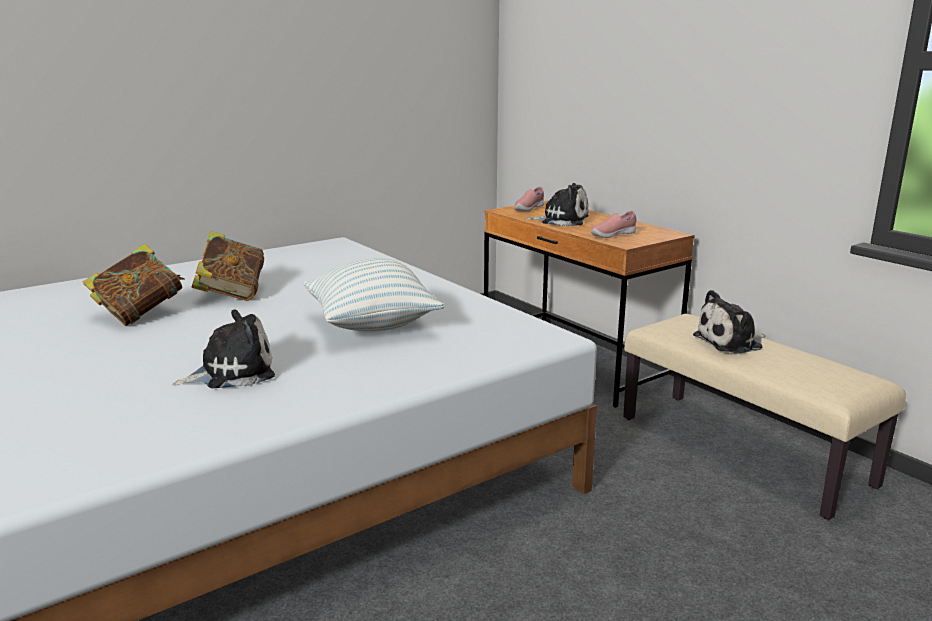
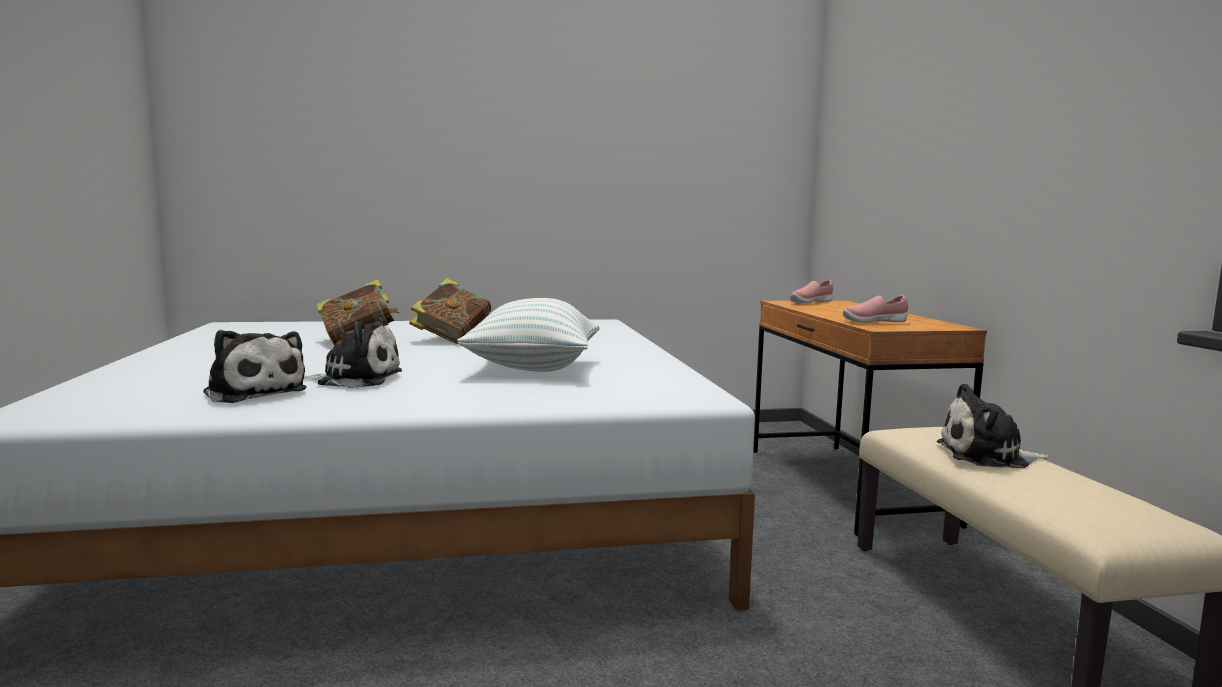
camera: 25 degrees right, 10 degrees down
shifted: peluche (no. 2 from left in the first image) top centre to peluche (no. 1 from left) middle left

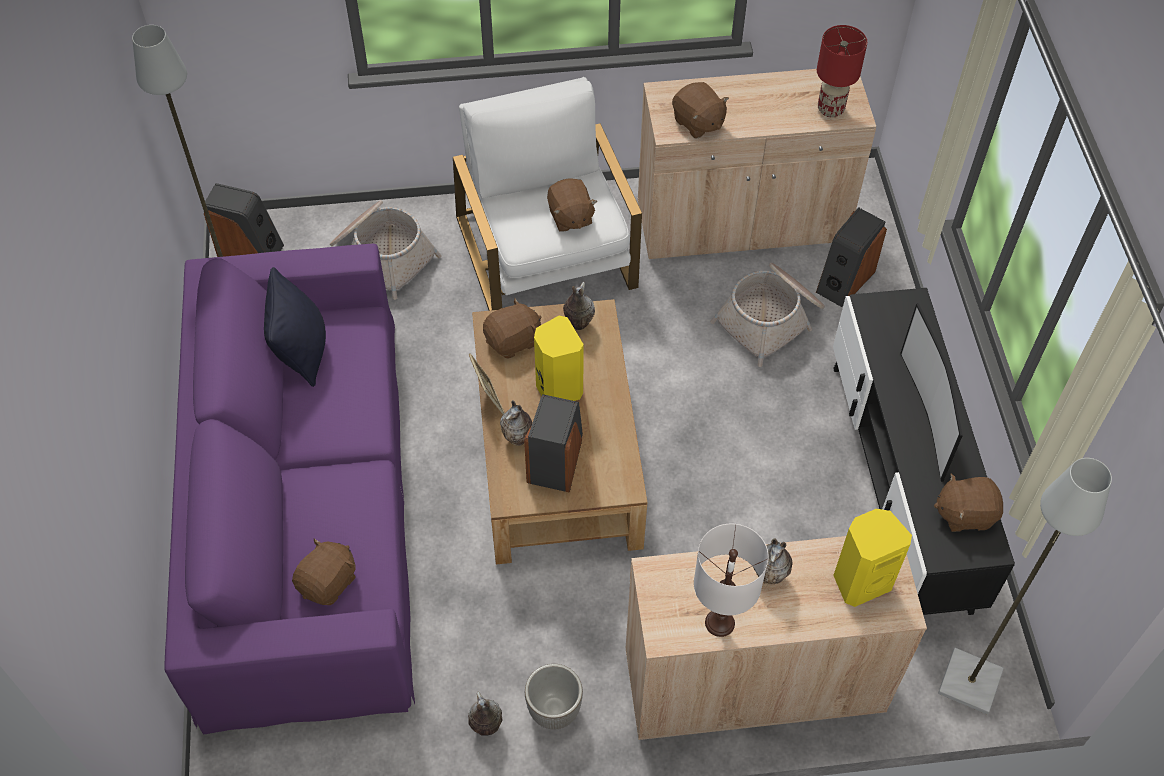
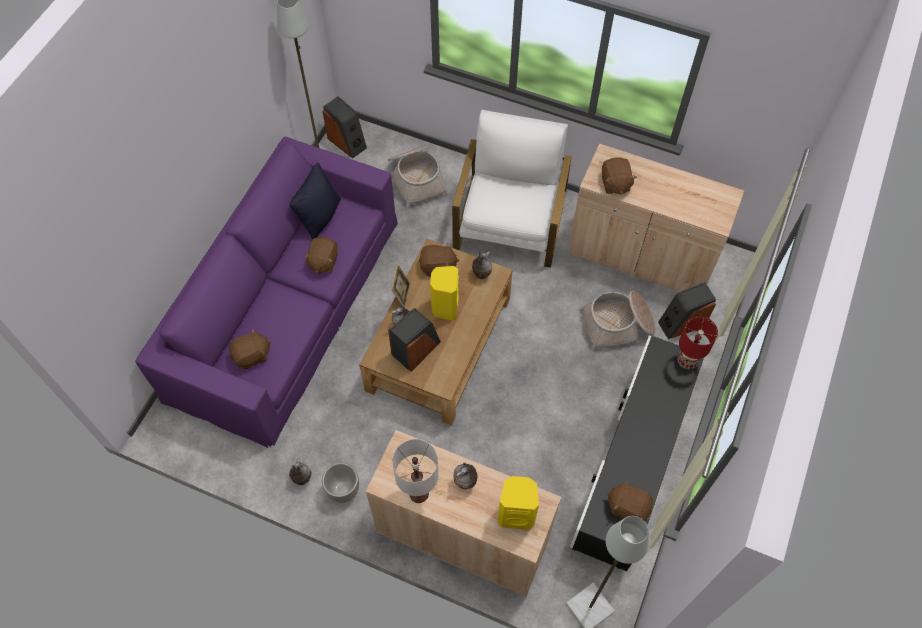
camera: 30 degrees right, 5 degrees up
gone: televisor middle right
shifted: lámpara de mesa [rojo] top right to middle right; peluche [marrón] (no. 3 from left in the first image) top centre to peluche [marrón] (no. 2 from left) centre

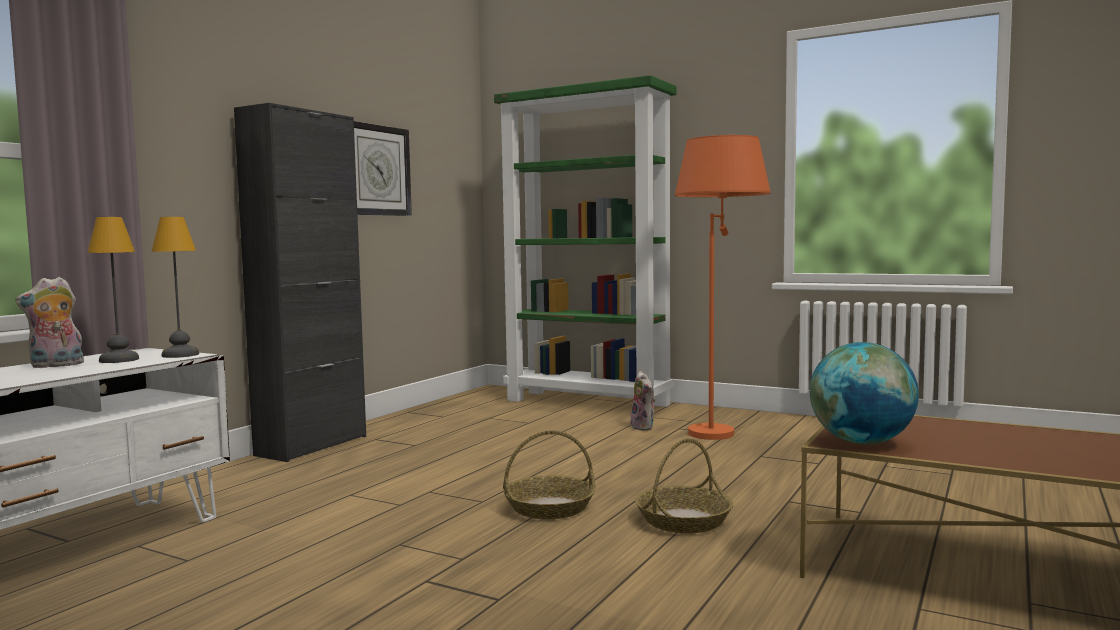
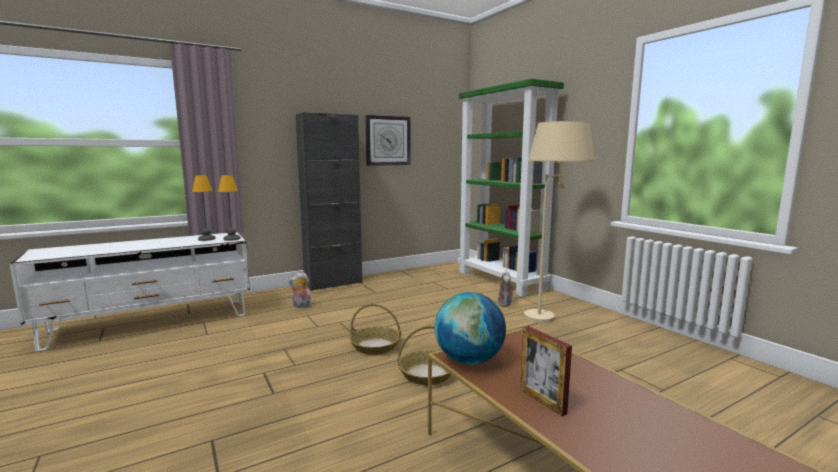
camera: 30 degrees right, 5 degrees up
new: portarretratos bottom centre
shifted: peluche (no. 1 from left) middle left to centre
repainted: lámpara de pie [naranja] centre to lámpara de pie [beis] middle right

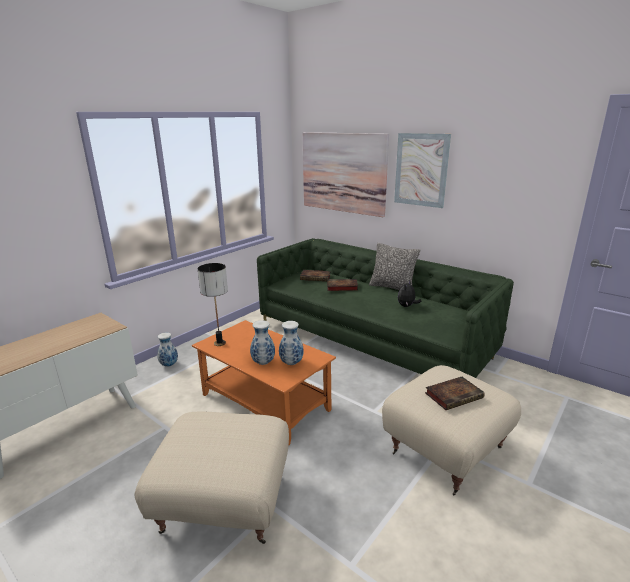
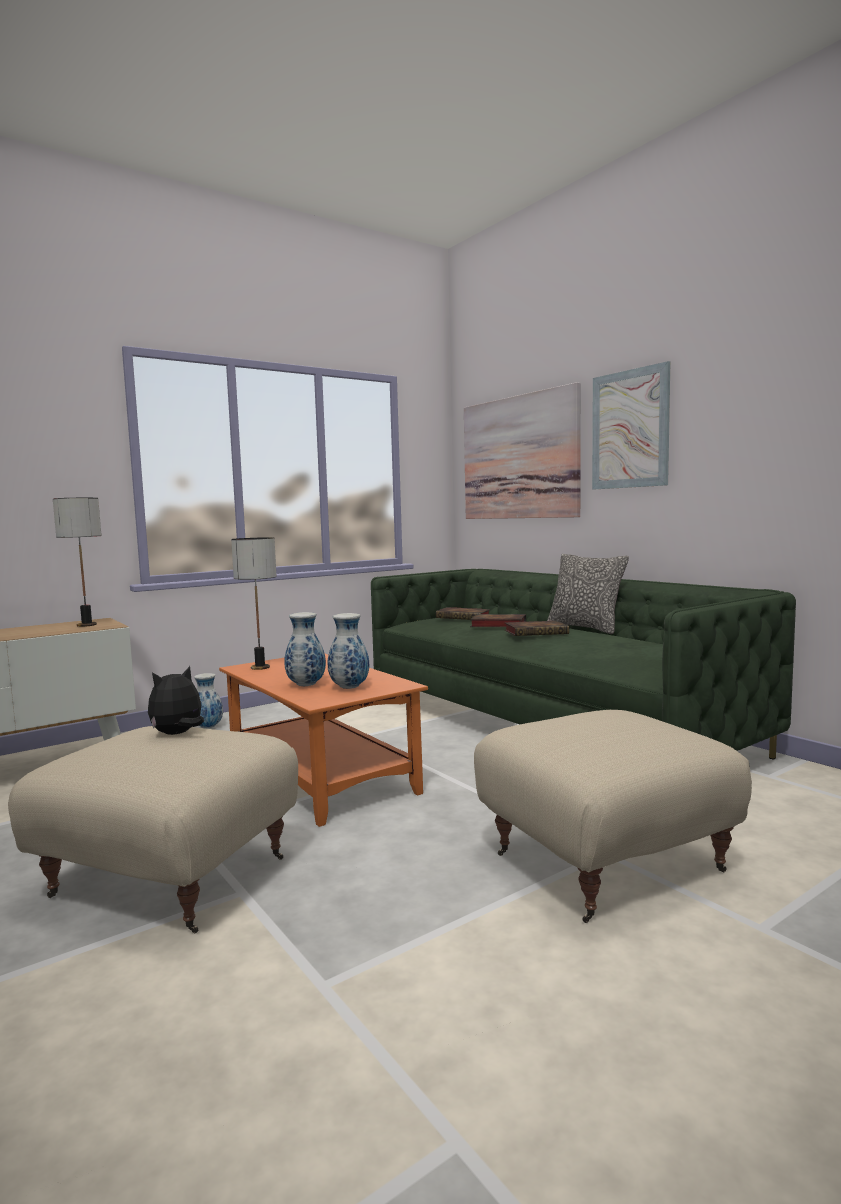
camera: 15 degrees right, 15 degrees down
new: lámpara de mesa (no. 1 from left) middle left
shifted: peluche centre to middle left; libro (no. 3 from left) bottom right to centre

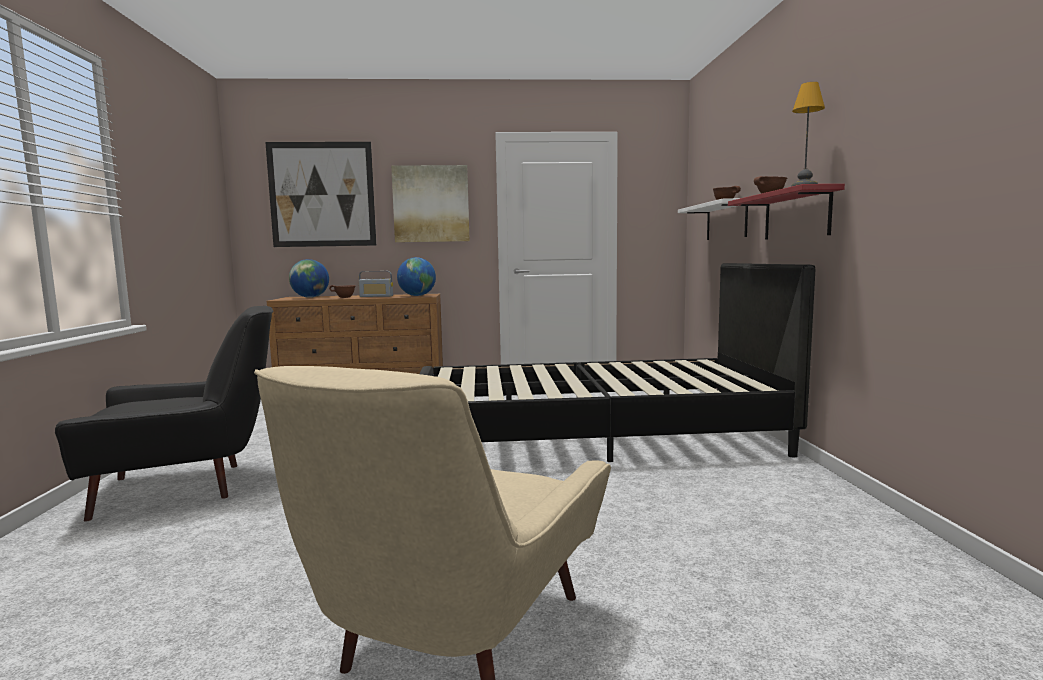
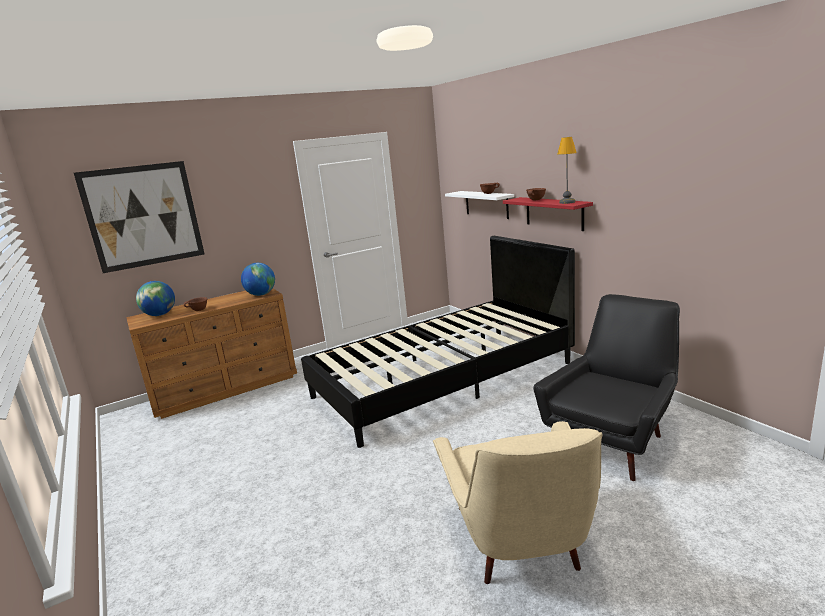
camera: 25 degrees left, 10 degrees up
gone: cuadro (no. 2 from left) top centre; radio centre
shifted: sillón [negro] middle left to middle right

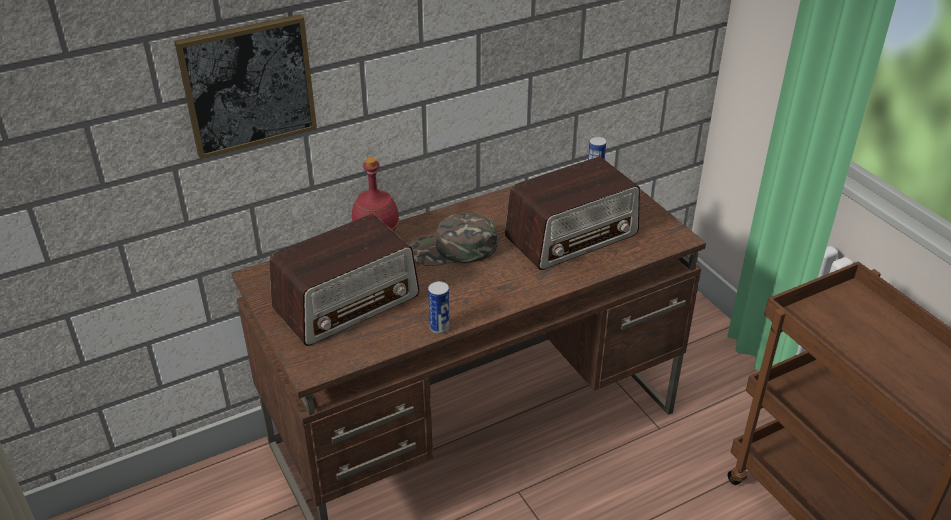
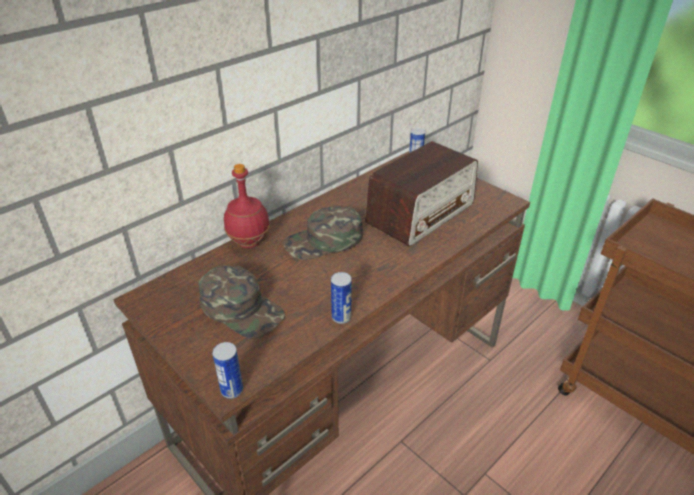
camera: 15 degrees left, 0 degrees up
gone: cuadro top left
new: lata (no. 1 from left) bottom left
swapped: radio (no. 1 from left) centre to gorra [verde] (no. 1 from left) centre

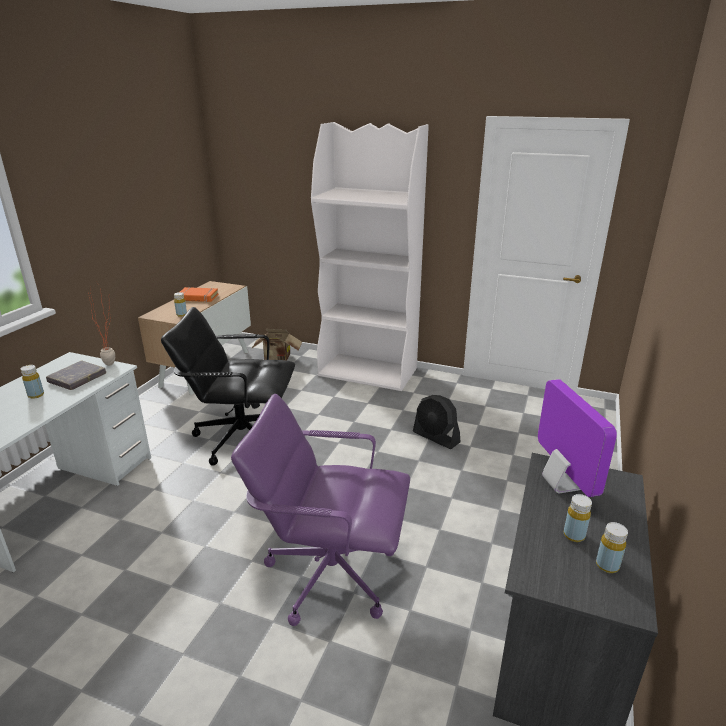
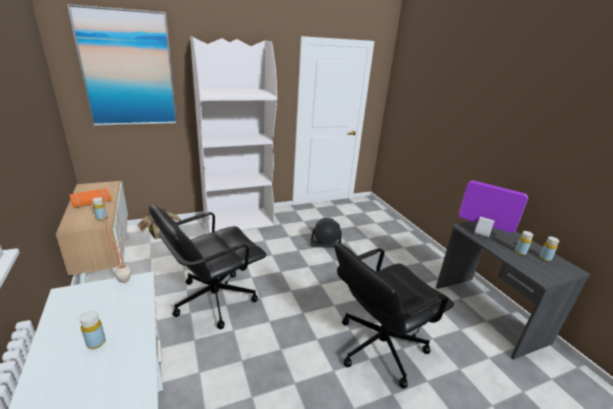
camera: 45 degrees left, 0 degrees up
gone: libro [gris] middle left
new: cuadro top left
repainted: silla de oficina [morado] bottom centre to silla de oficina [negro] (no. 2 from left) bottom centre

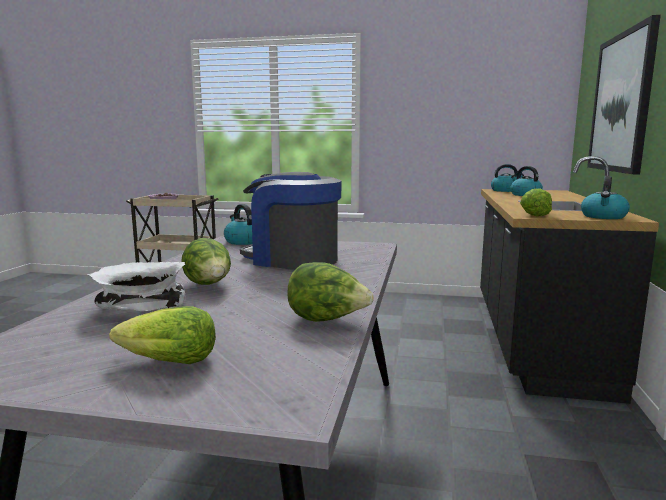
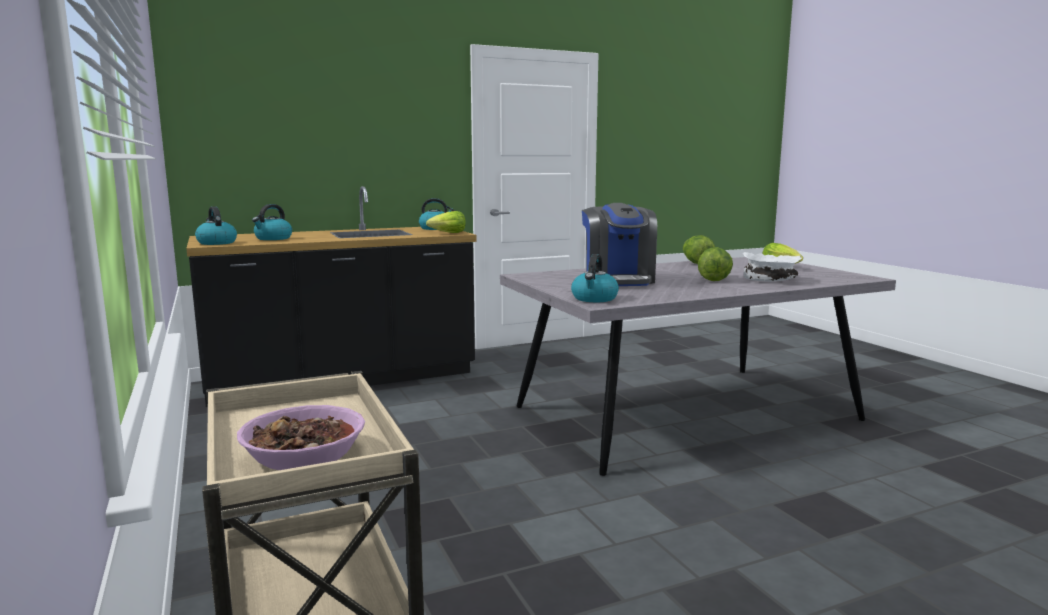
camera: 125 degrees left, 0 degrees up
gone: cuadro top right

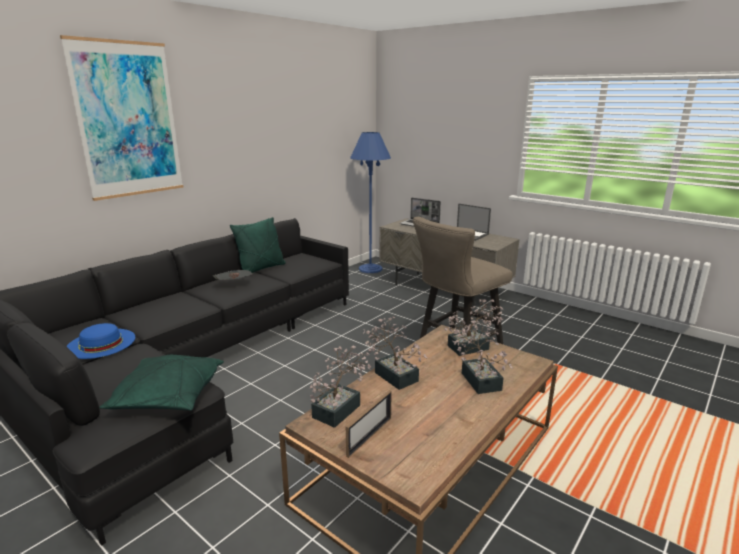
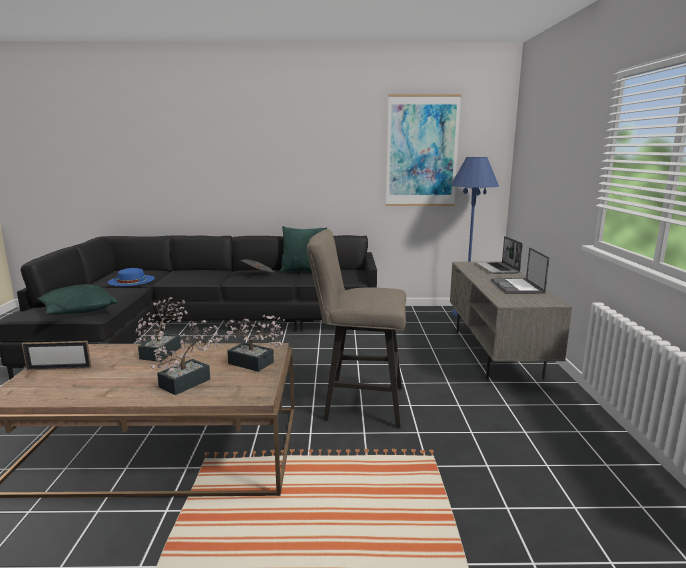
camera: 50 degrees right, 5 degrees down
gone: planta en maceta (no. 1 from left) bottom centre
shifted: cuadro top left to top centre

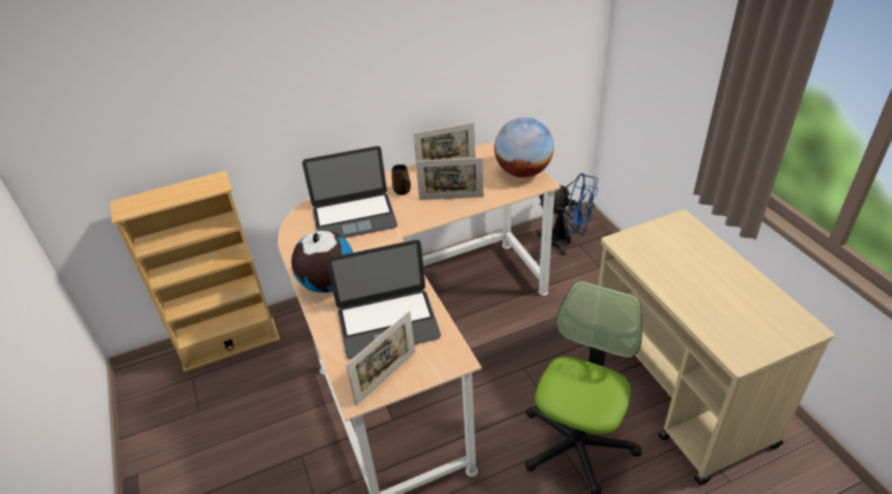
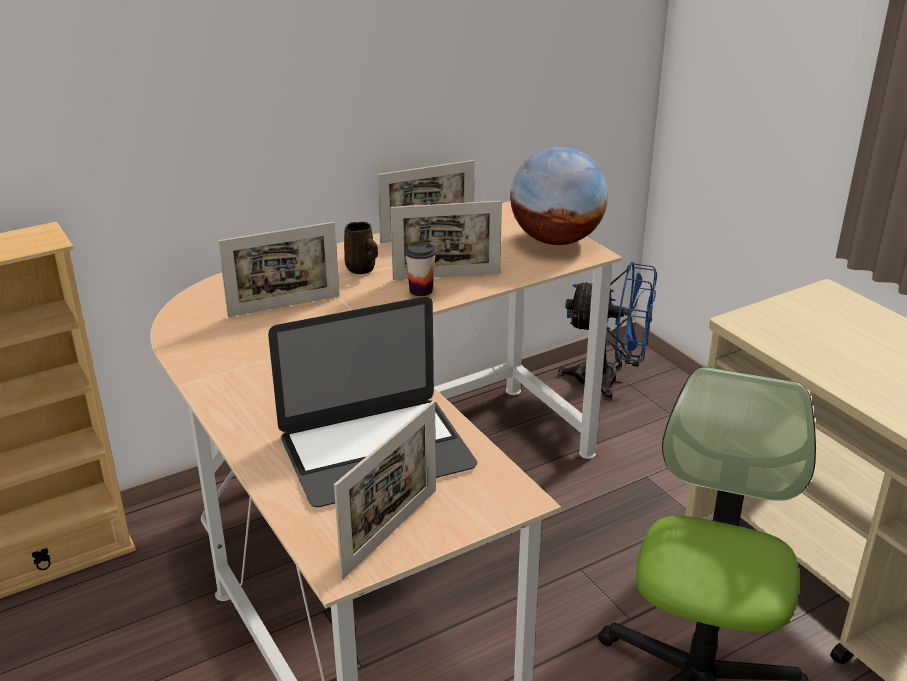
camera: 10 degrees left, 10 degrees down
gone: globo terráqueo (no. 1 from left) centre
new: taza centre
swapped: portátil (no. 1 from left) centre to portarretratos (no. 1 from left) middle left

